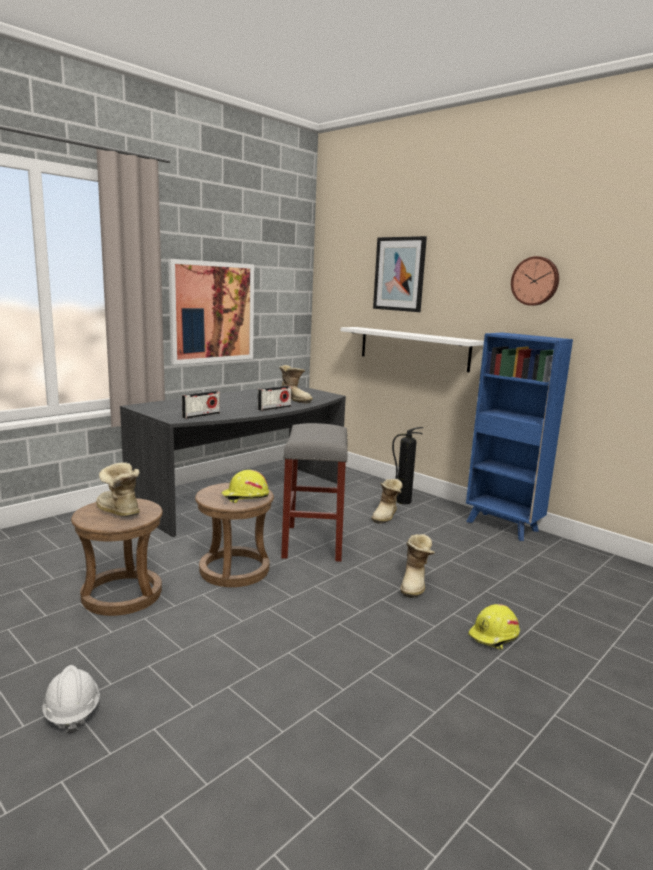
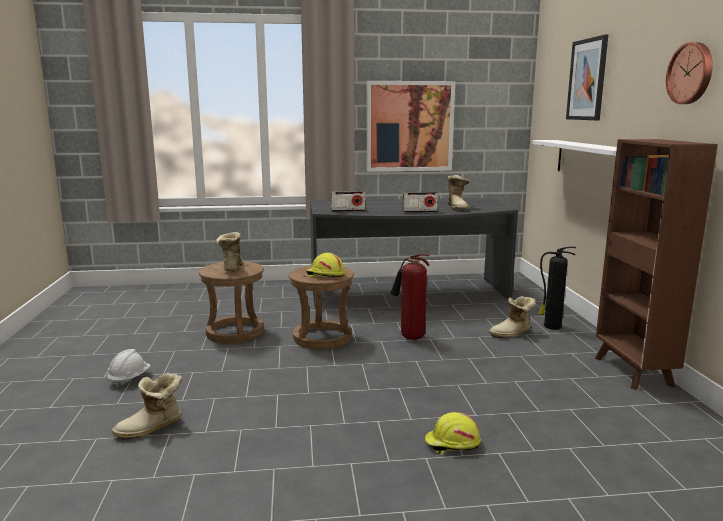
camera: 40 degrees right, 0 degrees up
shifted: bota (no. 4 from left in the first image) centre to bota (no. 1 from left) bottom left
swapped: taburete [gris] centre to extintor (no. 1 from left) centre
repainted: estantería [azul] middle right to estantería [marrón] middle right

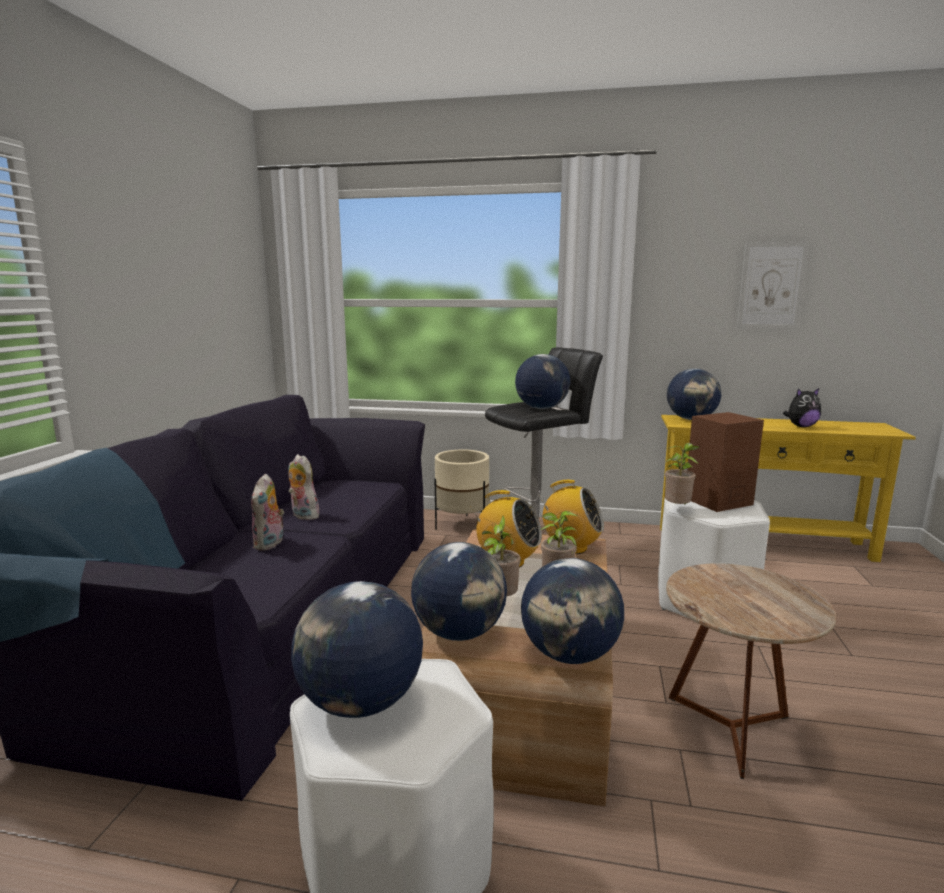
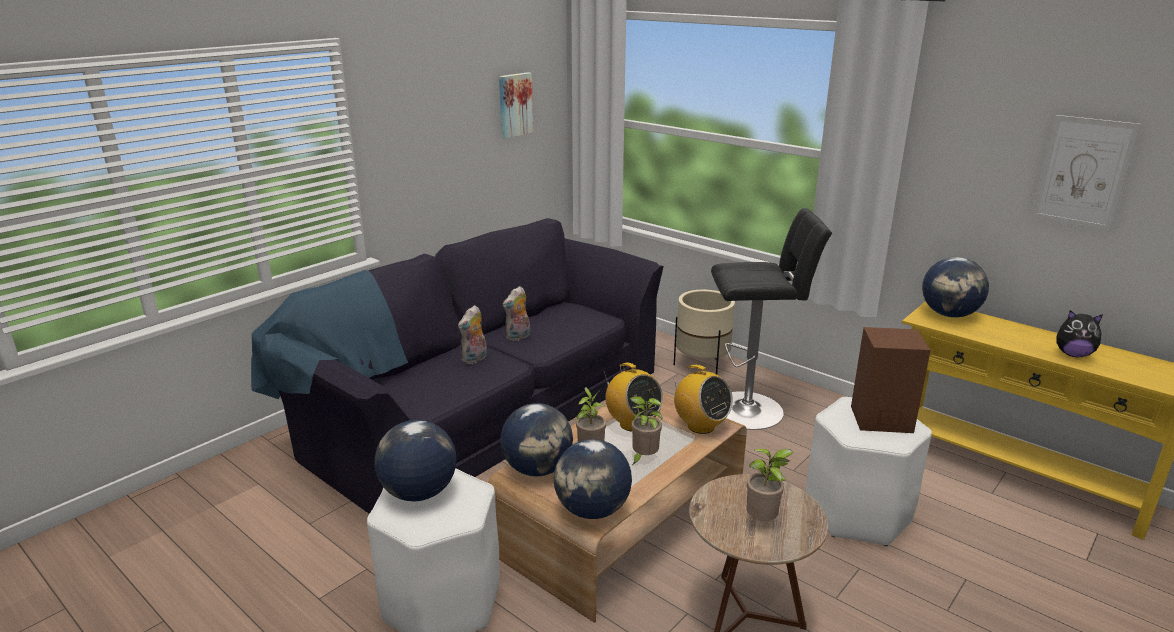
camera: 30 degrees right, 10 degrees up
gone: globo terráqueo (no. 3 from left) centre
new: cuadro (no. 1 from left) top centre
shifted: planta en maceta (no. 3 from left) middle right to bottom centre
rotated: peluche (no. 2 from left) middle left = centre 120 degrees counterclockwise

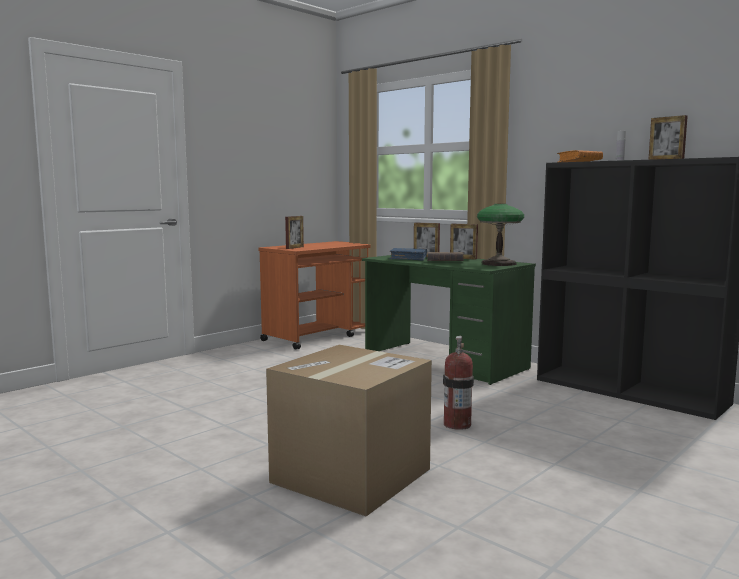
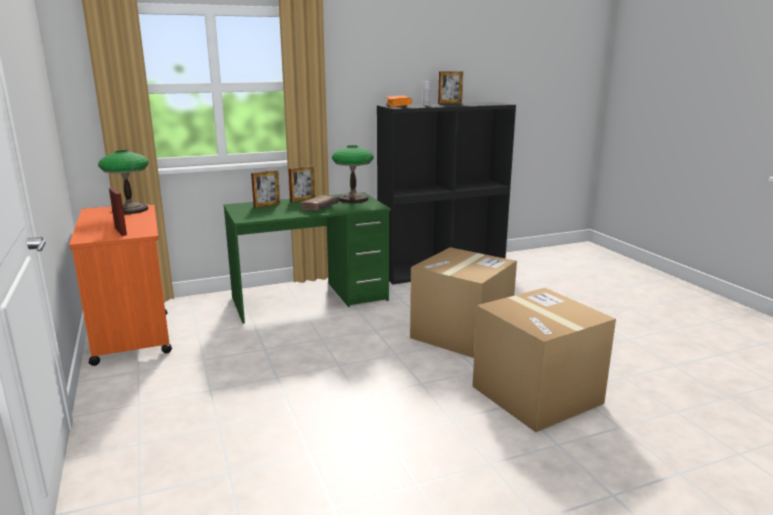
camera: 65 degrees left, 10 degrees up
gone: libro [azul] centre
new: lámpara de mesa (no. 1 from left) middle left
swapped: extintor centre to caja de cartón (no. 1 from left) centre

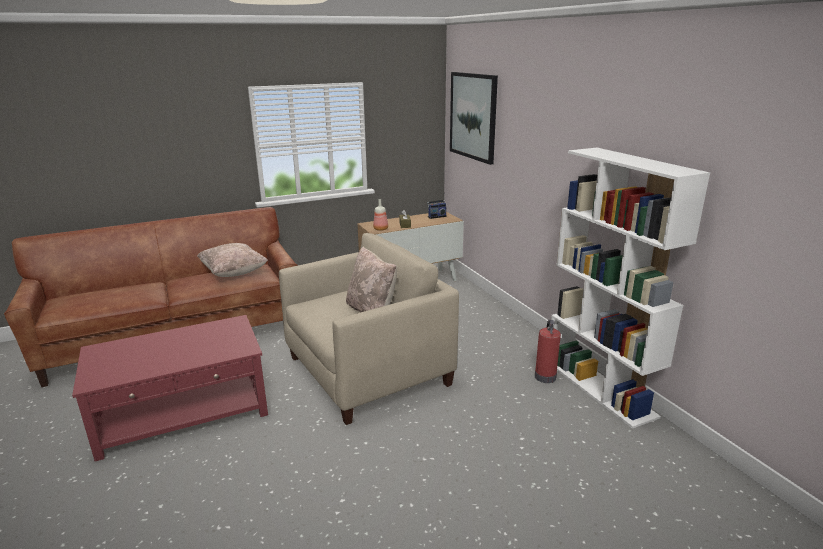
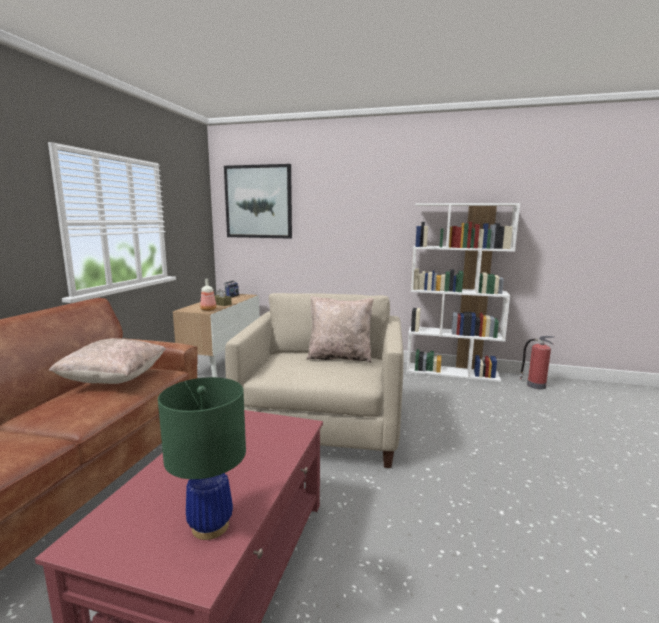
camera: 50 degrees left, 10 degrees down
new: lámpara de mesa [verde] bottom left
shifted: extintor centre to middle right

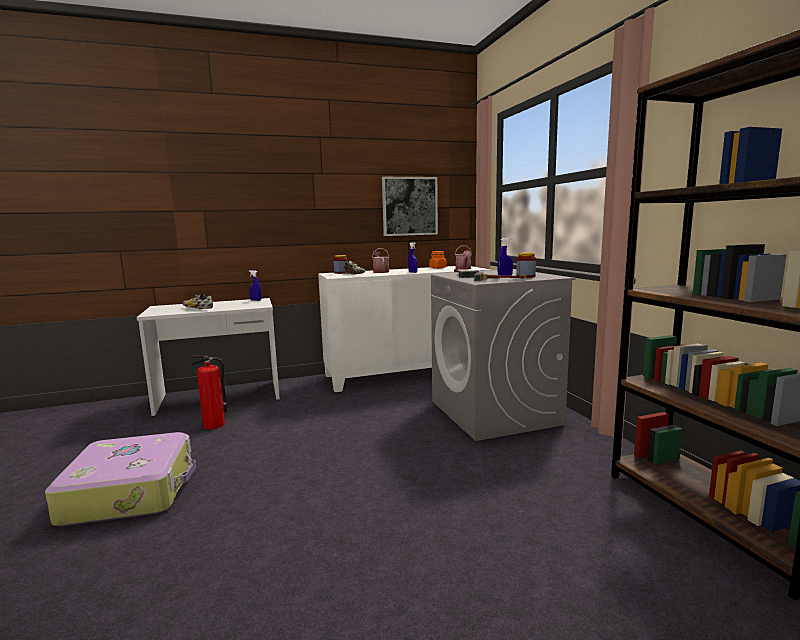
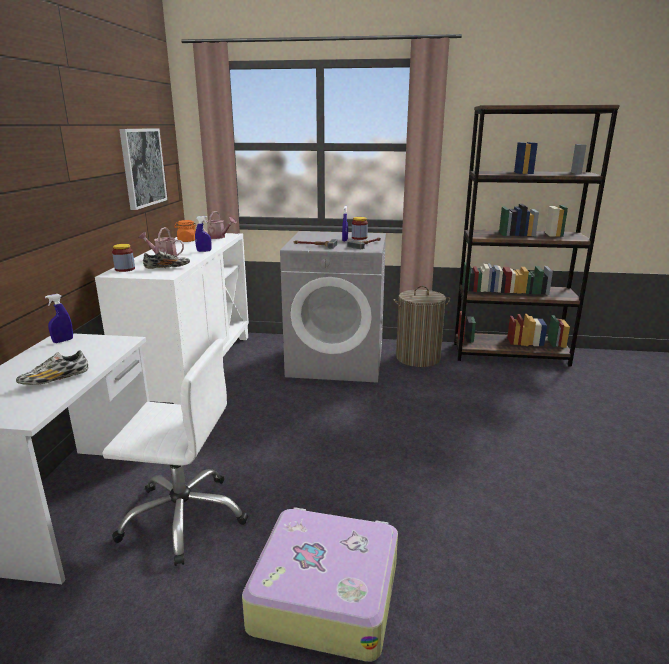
camera: 65 degrees left, 10 degrees up
new: cesto de la ropa centre
swapped: extintor middle left to silla de oficina [blanco] bottom left

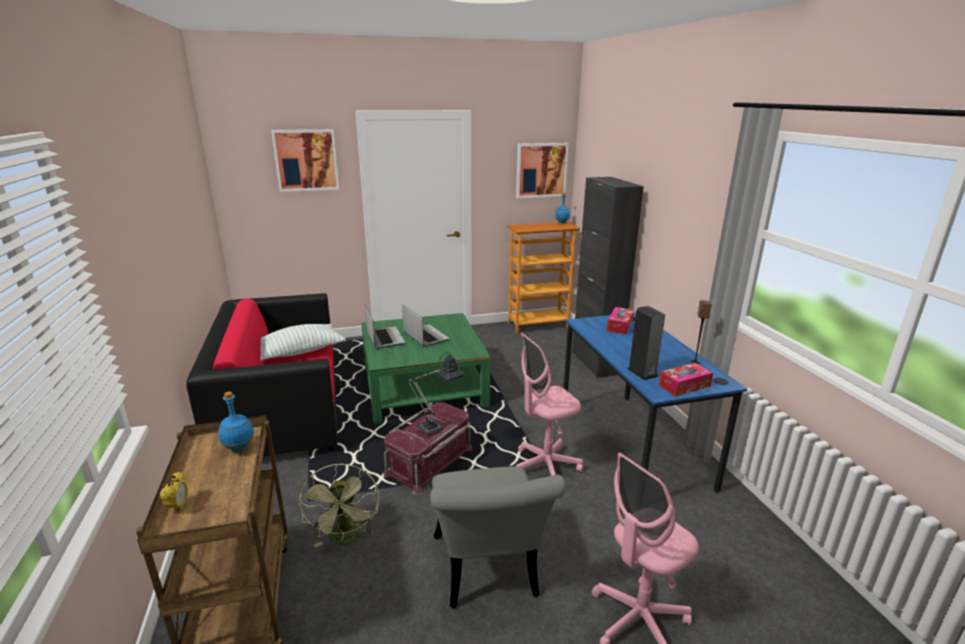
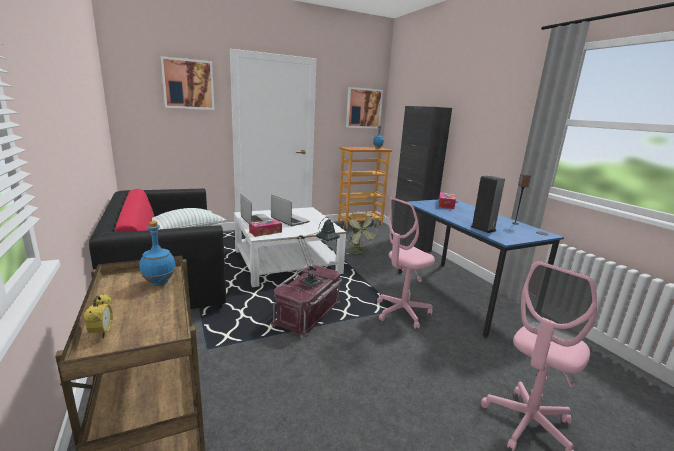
camera: 10 degrees left, 5 degrees down
gone: silla [gris] bottom centre
shifted: caja de pañuelos (no. 2 from left in the first image) middle right to caja de pañuelos (no. 1 from left) centre; ventilador [verde] bottom centre to centre
repainted: mesa de centro [verde] centre to mesa de centro [blanco] centre

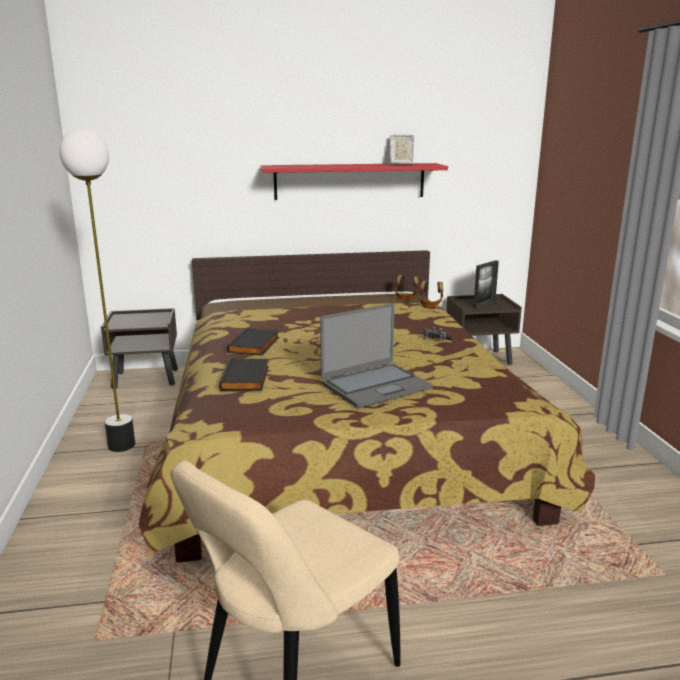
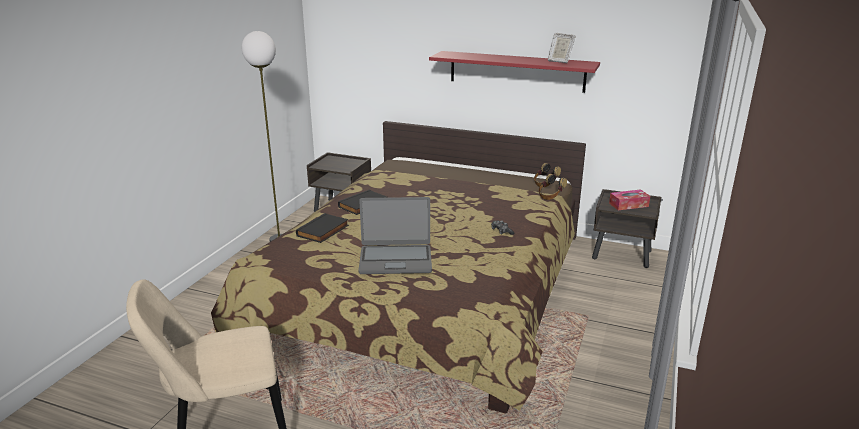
camera: 30 degrees right, 5 degrees up
swapped: portarretratos (no. 2 from left) middle right to caja de pañuelos middle right

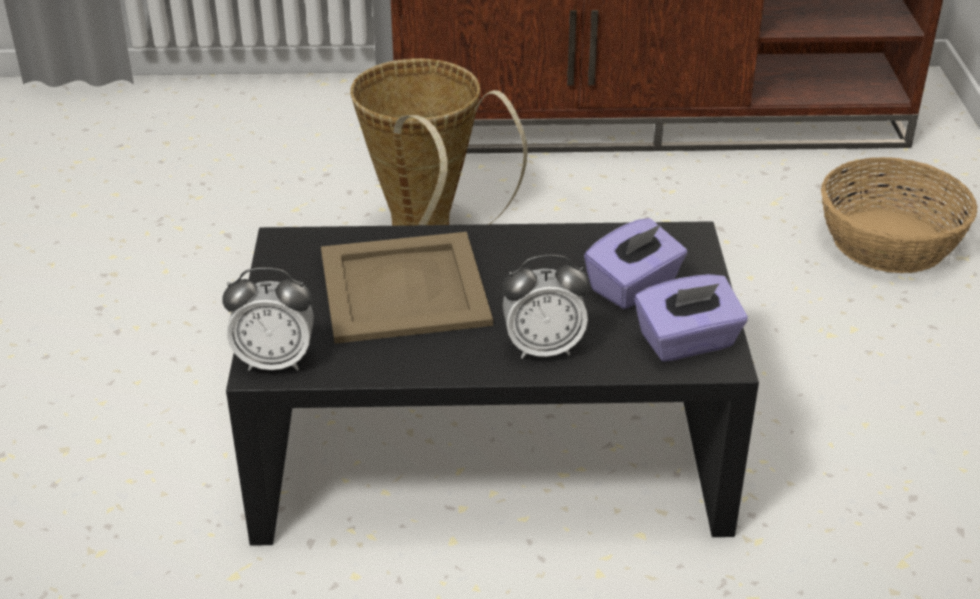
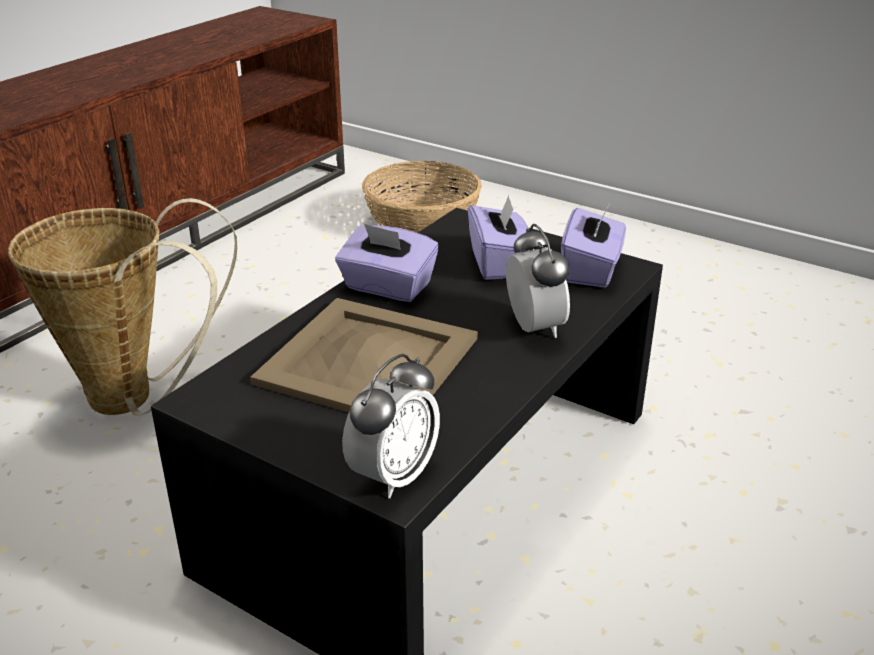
camera: 55 degrees left, 5 degrees down
new: caja de pañuelos [morado] (no. 1 from left) centre
rotated: despertador (no. 2 from left) centre = centre 45 degrees counterclockwise

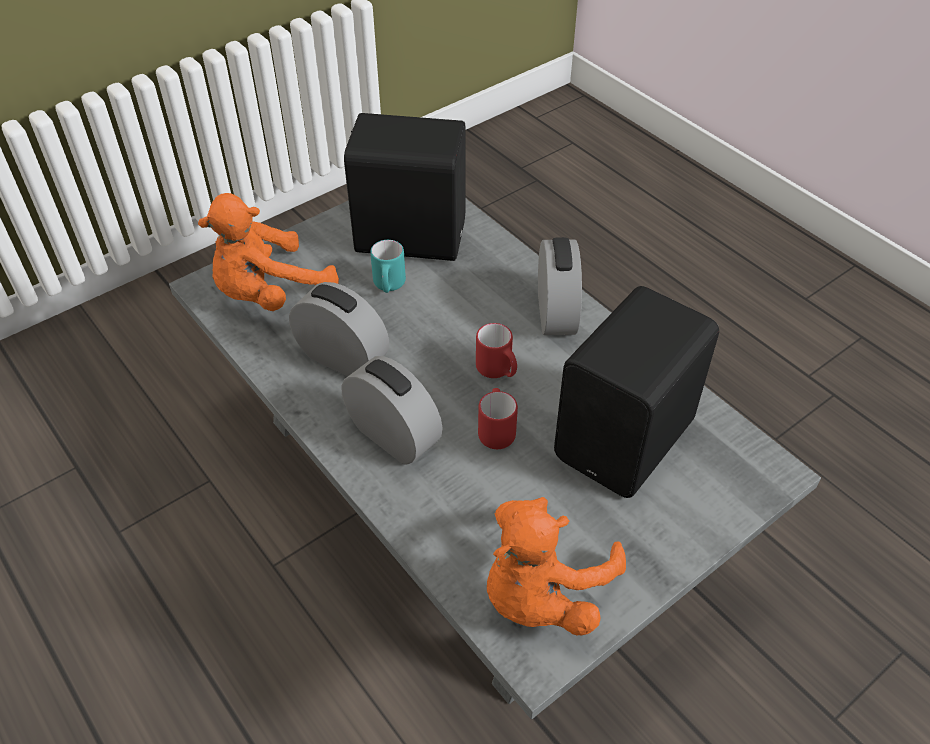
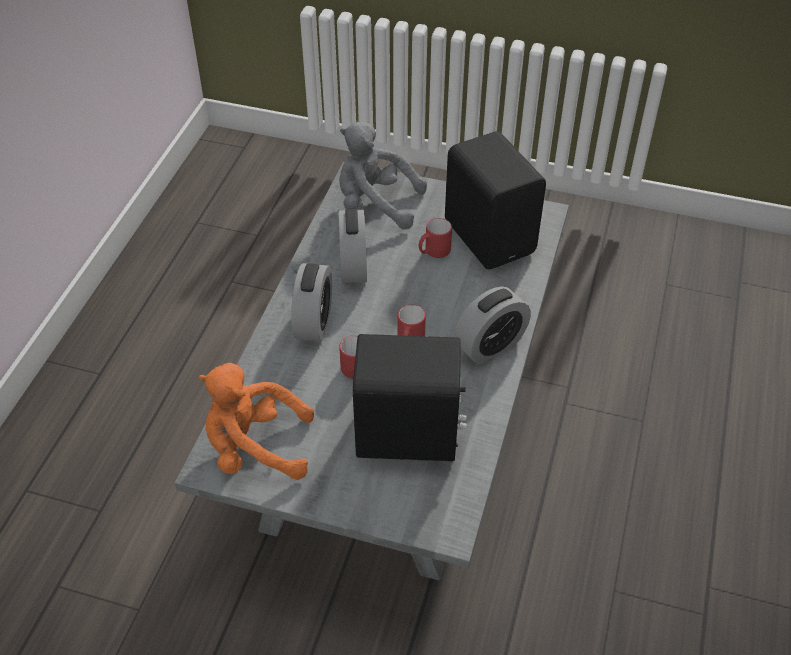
camera: 55 degrees right, 0 degrees up
repainted: peluche [naranja] (no. 1 from left) middle left to peluche [gris] top centre; taza grande [turquesa] centre to taza grande [rojo] (no. 3 from left) centre

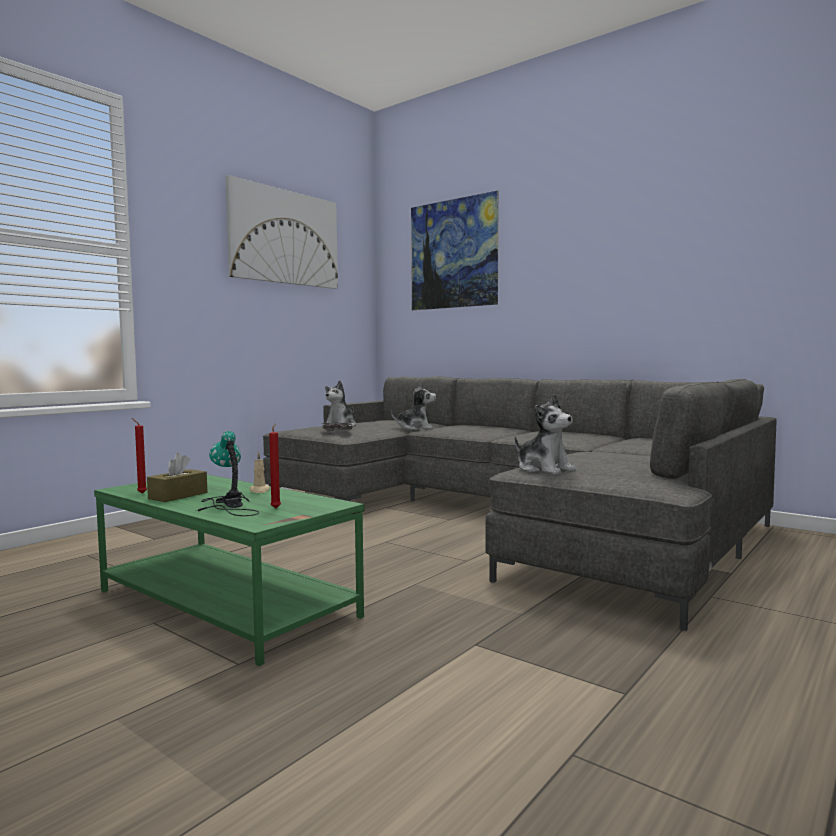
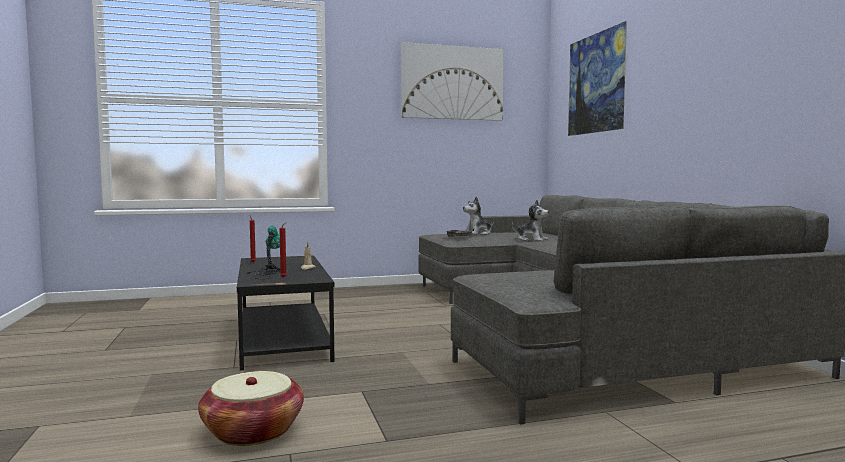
camera: 35 degrees right, 0 degrees up
gone: peluche (no. 3 from left) centre; caja de pañuelos [marrón] middle left
new: cesta bottom left
repainted: mesa de centro [verde] bottom left to mesa de centro [negro] bottom centre

